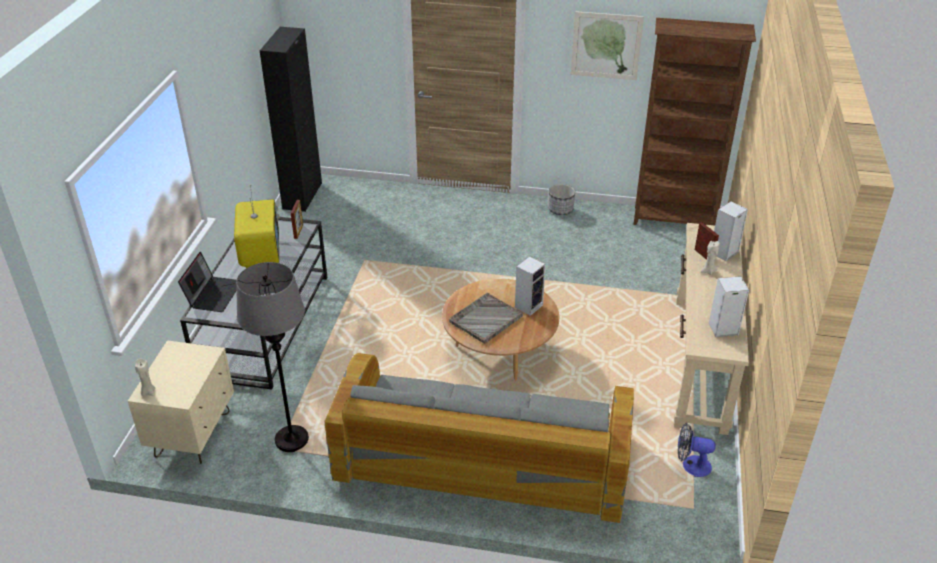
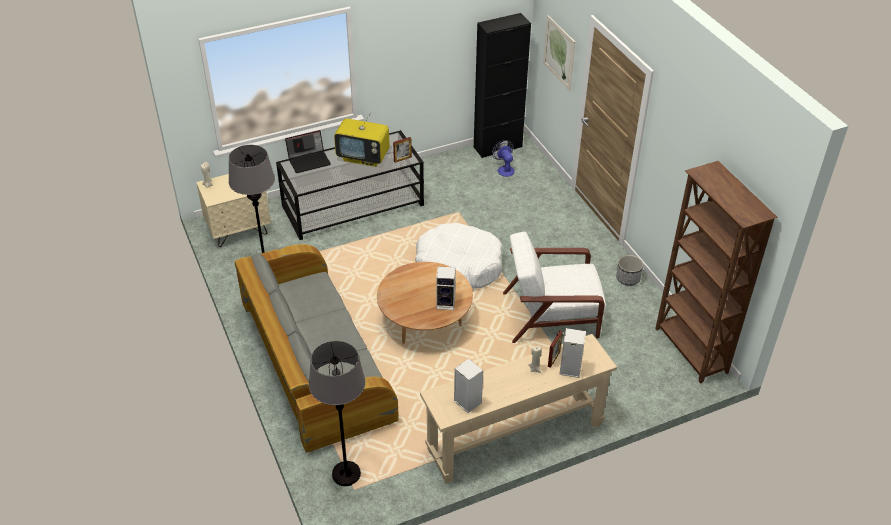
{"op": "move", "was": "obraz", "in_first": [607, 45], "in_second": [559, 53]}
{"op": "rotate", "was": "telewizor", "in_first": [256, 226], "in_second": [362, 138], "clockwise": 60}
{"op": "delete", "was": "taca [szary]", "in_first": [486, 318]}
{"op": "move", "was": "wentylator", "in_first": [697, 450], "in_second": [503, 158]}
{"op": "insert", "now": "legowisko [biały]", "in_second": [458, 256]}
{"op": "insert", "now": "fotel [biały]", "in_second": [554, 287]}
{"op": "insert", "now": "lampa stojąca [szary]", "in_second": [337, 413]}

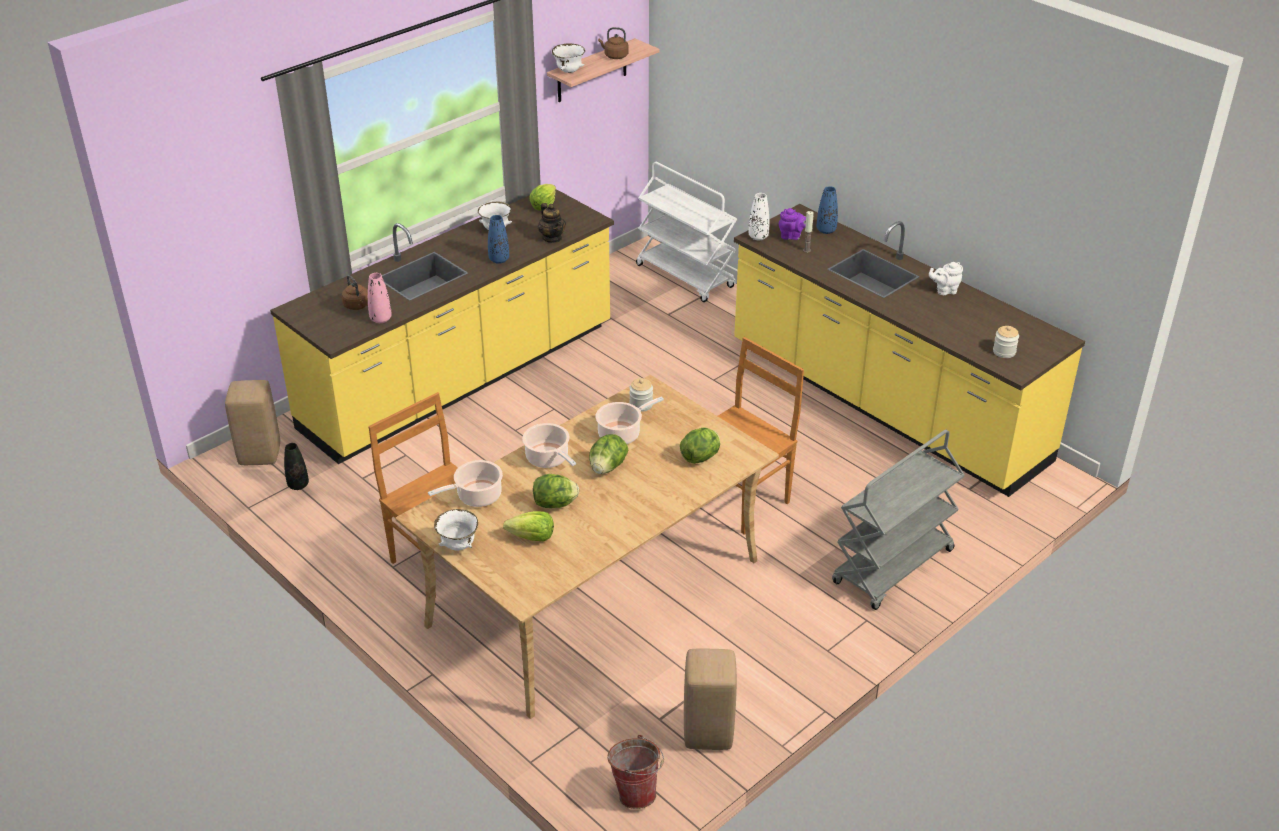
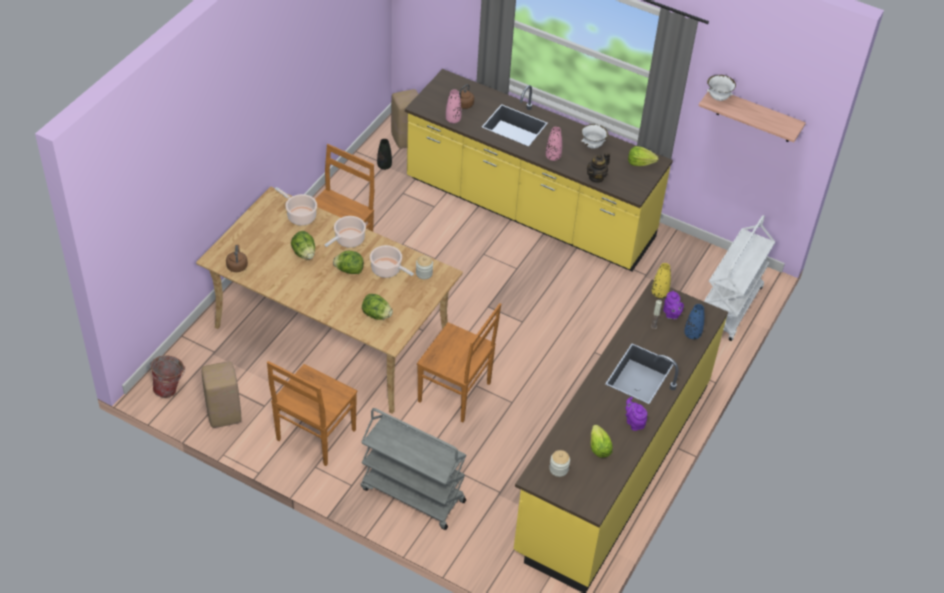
{"op": "move", "was": "czajnik [brązowy]", "in_first": [613, 43], "in_second": [237, 258]}
{"op": "recolor", "was": "wazon [biały]", "now": "wazon [żółty]", "in_first": [759, 216], "in_second": [661, 280]}
{"op": "recolor", "was": "wazon [niebieski]", "now": "wazon [różowy]", "in_first": [498, 239], "in_second": [554, 144]}
{"op": "recolor", "was": "imbryk [biały]", "now": "imbryk [fioletowy]", "in_first": [946, 278], "in_second": [636, 414]}
{"op": "delete", "was": "miska [biały]", "in_first": [456, 530]}
{"op": "move", "was": "sałata", "in_first": [528, 526], "in_second": [601, 441]}
{"op": "insert", "now": "krzesło [brązowy]", "in_second": [312, 413]}

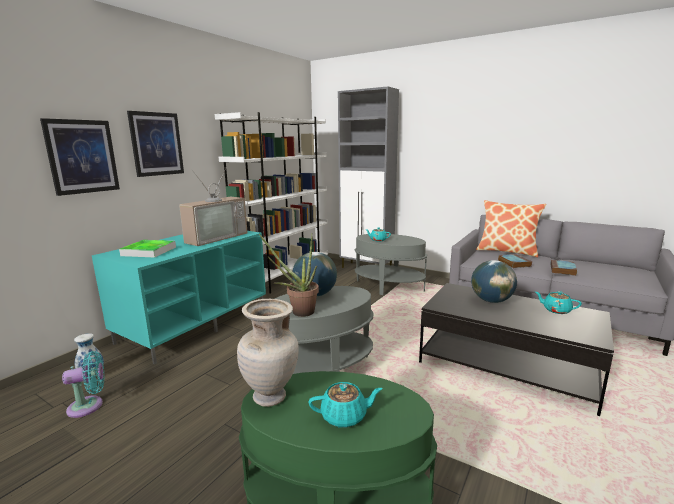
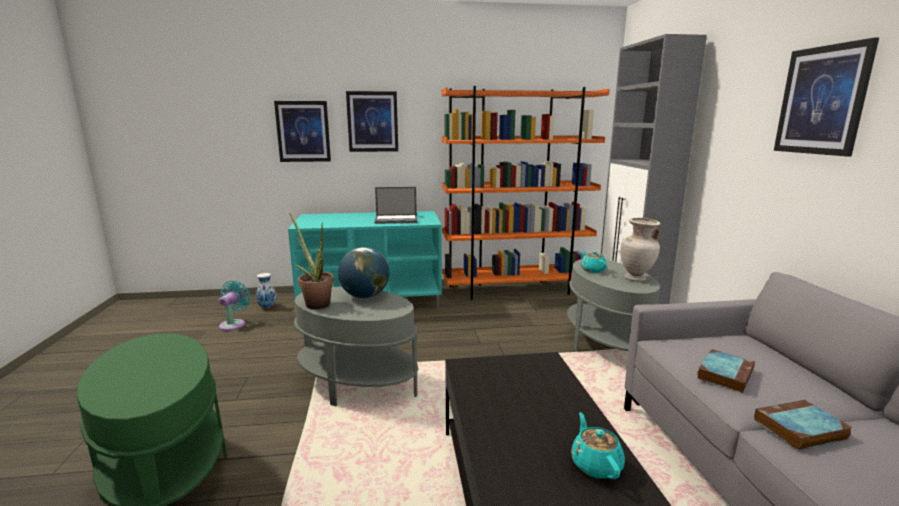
{"op": "recolor", "was": "regał [biały]", "now": "regał [pomarańczowy]", "in_first": [271, 203], "in_second": [525, 193]}
{"op": "replace", "was": "telewizor", "now": "laptop", "in_first": [213, 207], "in_second": [396, 205]}
{"op": "delete", "was": "poduszka", "in_first": [511, 228]}
{"op": "delete", "was": "taca", "in_first": [147, 249]}
{"op": "delete", "was": "globus", "in_first": [494, 281]}
{"op": "move", "was": "wazon [beżowy]", "in_first": [268, 353], "in_second": [640, 250]}
{"op": "rotate", "was": "wentylator [turkusowy]", "in_first": [83, 384], "in_second": [235, 305], "clockwise": -105}
{"op": "delete", "was": "imbryk [turkusowy]", "in_first": [345, 405]}
{"op": "insert", "now": "obraz", "in_second": [826, 97]}

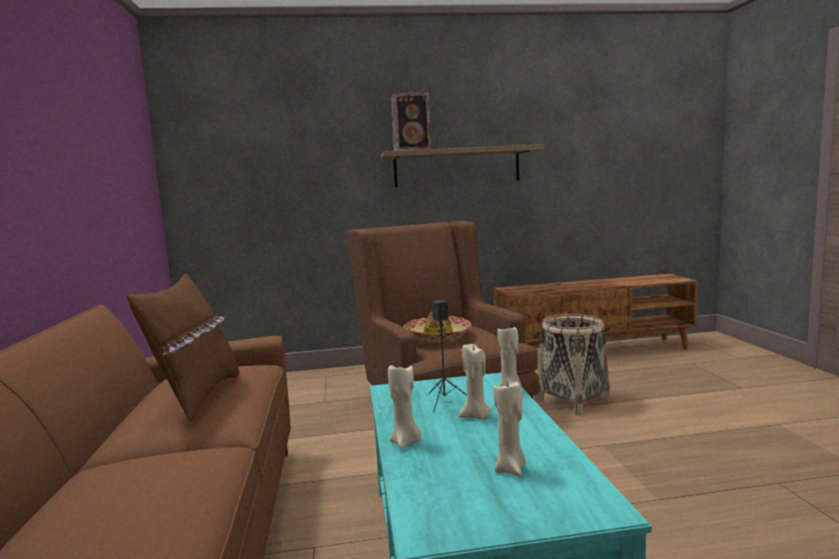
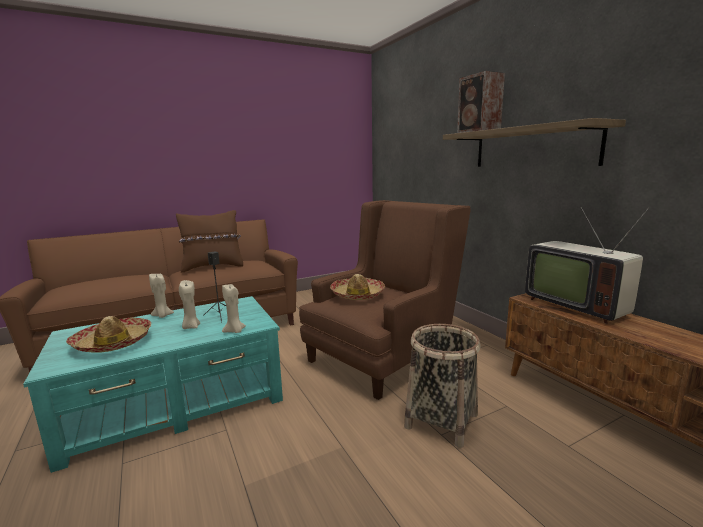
{"op": "replace", "was": "świeca [beżowy]", "now": "kapelusz", "in_first": [509, 429], "in_second": [108, 334]}
{"op": "insert", "now": "telewizor", "in_second": [587, 265]}

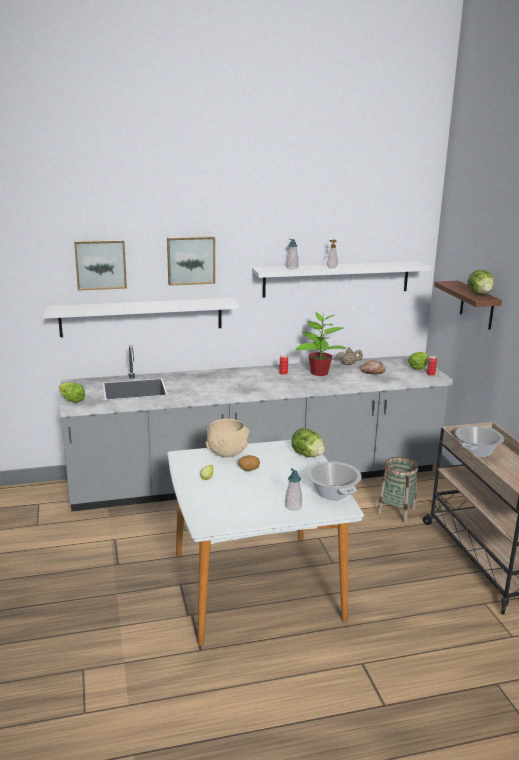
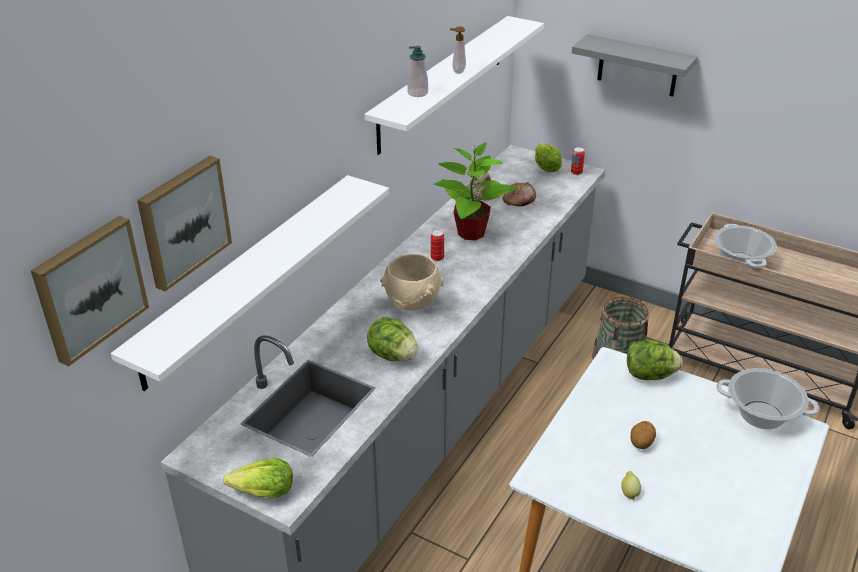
{"op": "move", "was": "obraz", "in_first": [191, 261], "in_second": [90, 291]}
{"op": "move", "was": "sałata", "in_first": [481, 282], "in_second": [392, 339]}
{"op": "recolor", "was": "półka [brązowy]", "now": "półka [szary]", "in_first": [468, 305], "in_second": [635, 65]}
{"op": "move", "was": "miska [beżowy]", "in_first": [227, 438], "in_second": [412, 282]}
{"op": "delete", "was": "dozownik mydła", "in_first": [293, 489]}

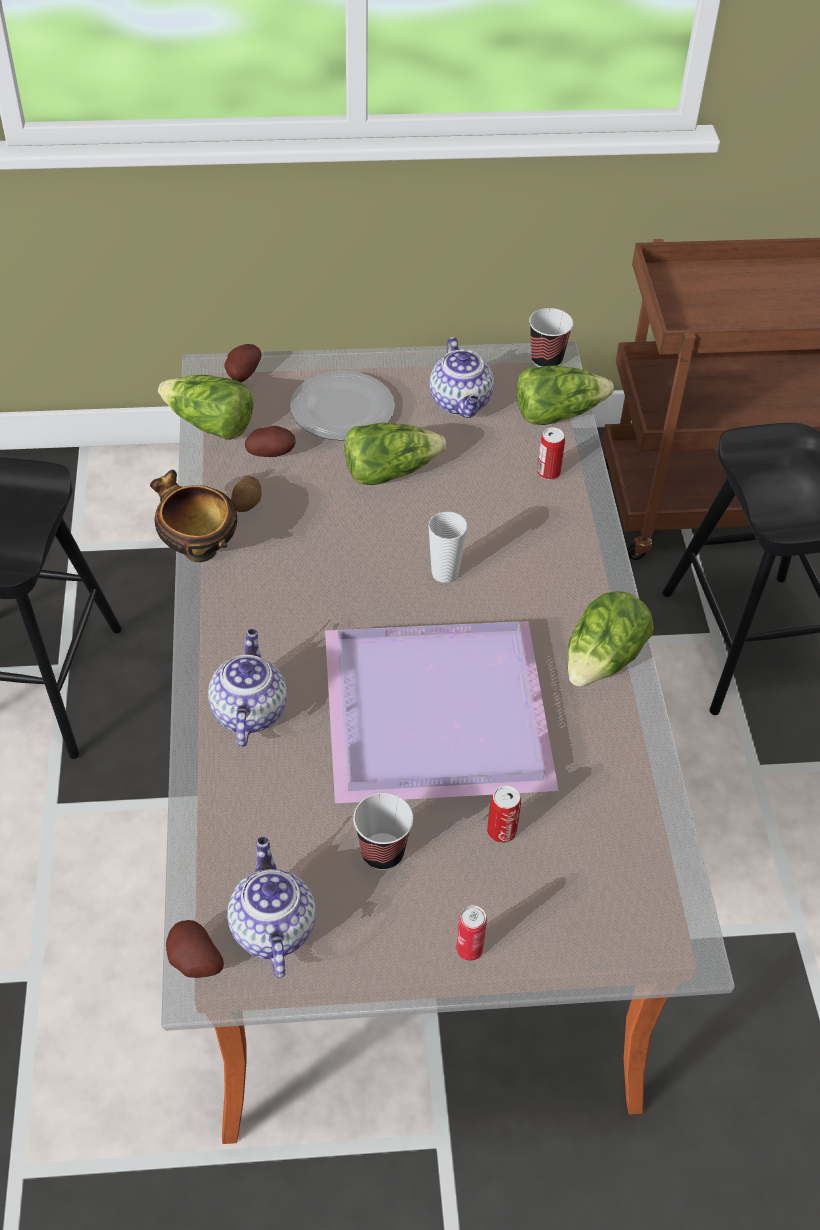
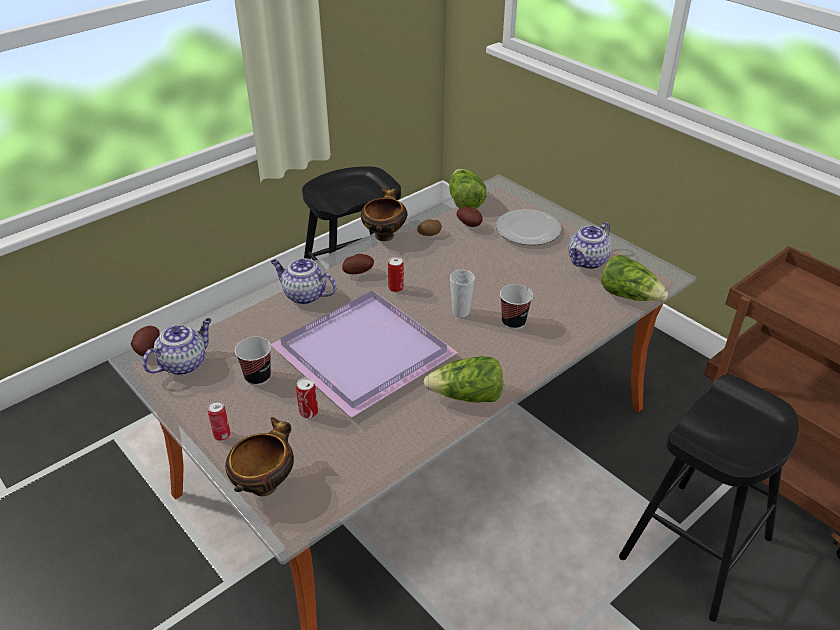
{"op": "move", "was": "filiżanka", "in_first": [551, 337], "in_second": [516, 306]}
{"op": "move", "was": "ziemniak", "in_first": [243, 363], "in_second": [358, 264]}
{"op": "delete", "was": "sałata", "in_first": [395, 454]}
{"op": "move", "was": "puszka", "in_first": [551, 453], "in_second": [396, 274]}
{"op": "rotate", "was": "imbryk", "in_first": [247, 688], "in_second": [303, 281], "clockwise": -120}
{"op": "insert", "now": "miska", "in_second": [259, 456]}

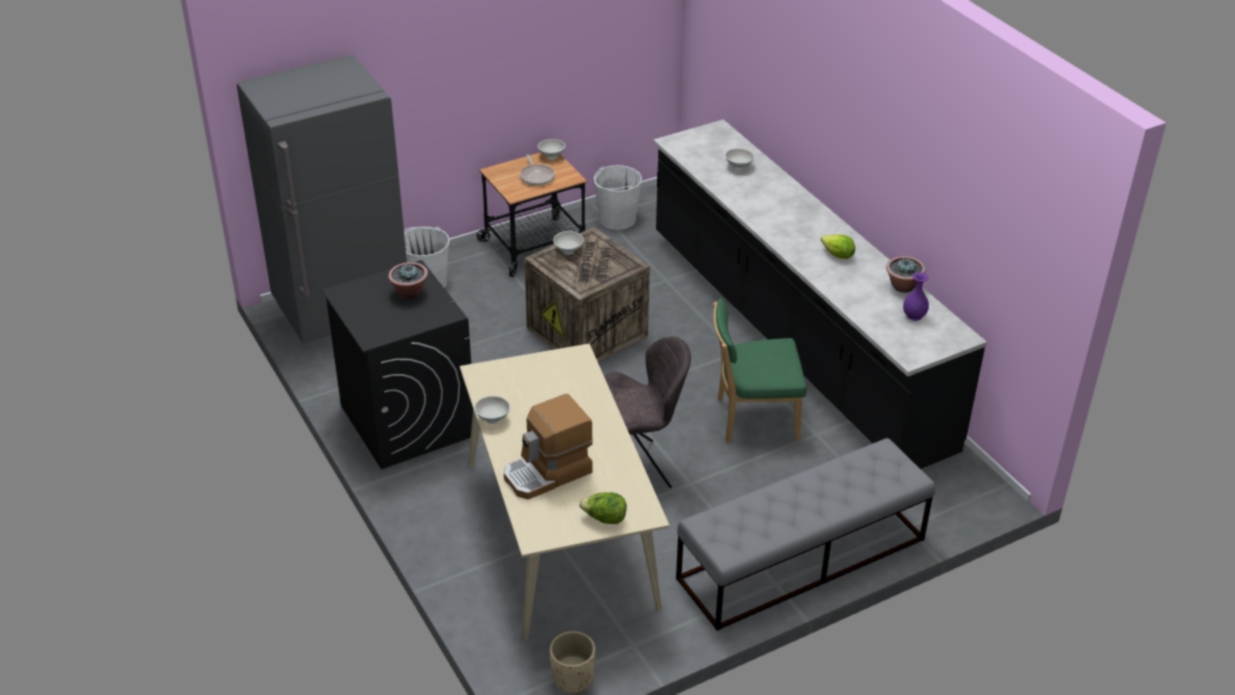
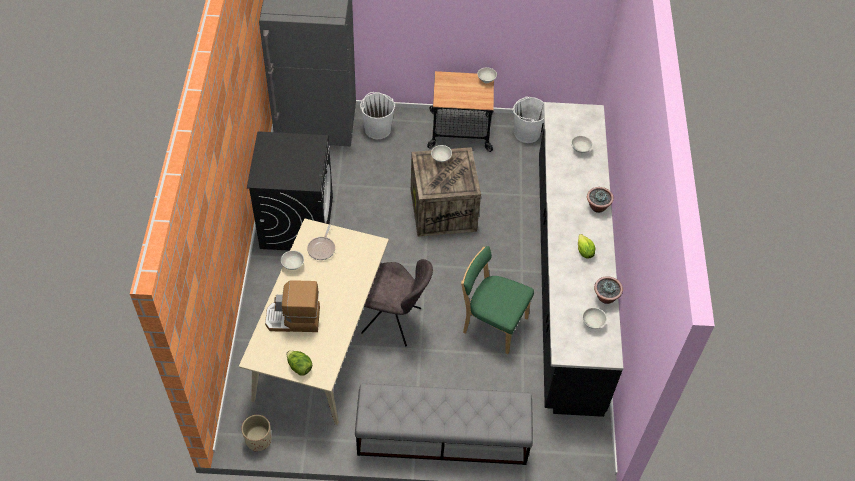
{"op": "move", "was": "patelnia", "in_first": [537, 170], "in_second": [321, 242]}
{"op": "move", "was": "roślina doniczkowa", "in_first": [408, 281], "in_second": [600, 200]}
{"op": "replace", "was": "wazon [fioletowy]", "now": "miska [biały]", "in_first": [916, 296], "in_second": [594, 318]}

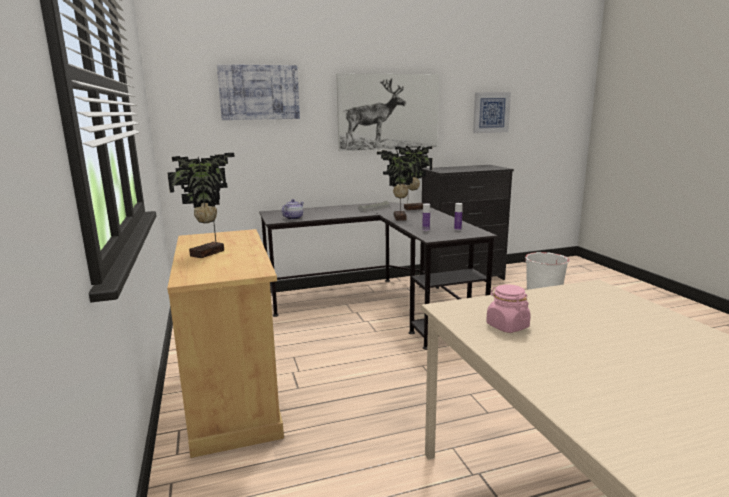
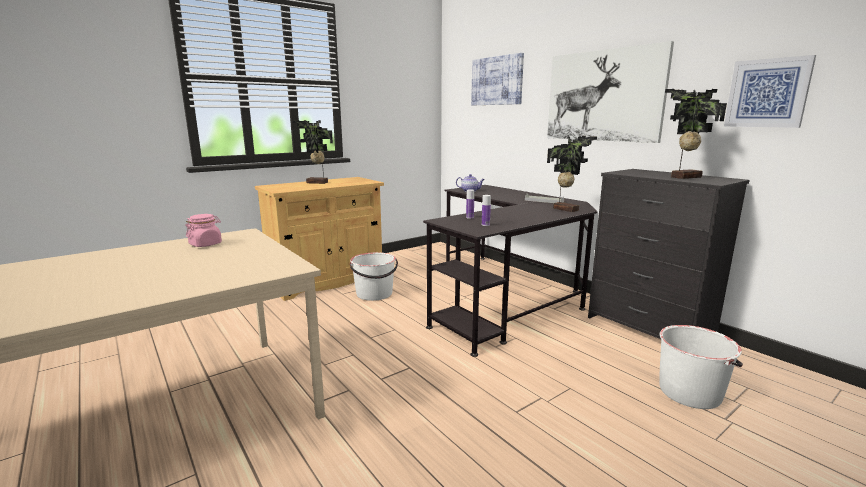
{"op": "move", "was": "roślina doniczkowa", "in_first": [398, 185], "in_second": [696, 134]}
{"op": "insert", "now": "wiadro [biały]", "in_second": [374, 276]}

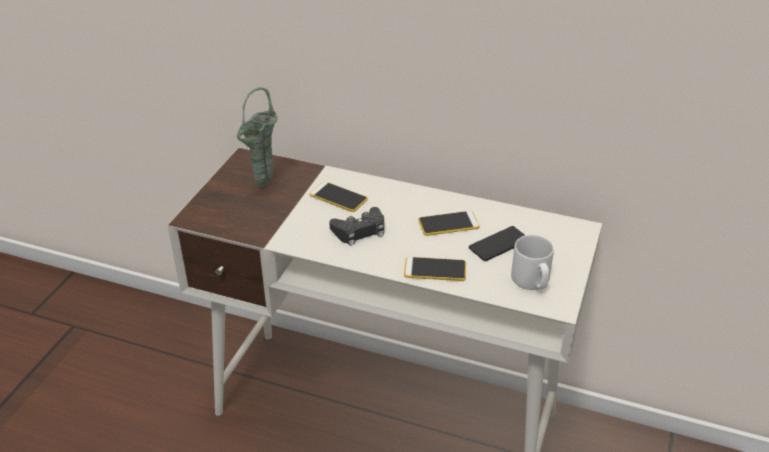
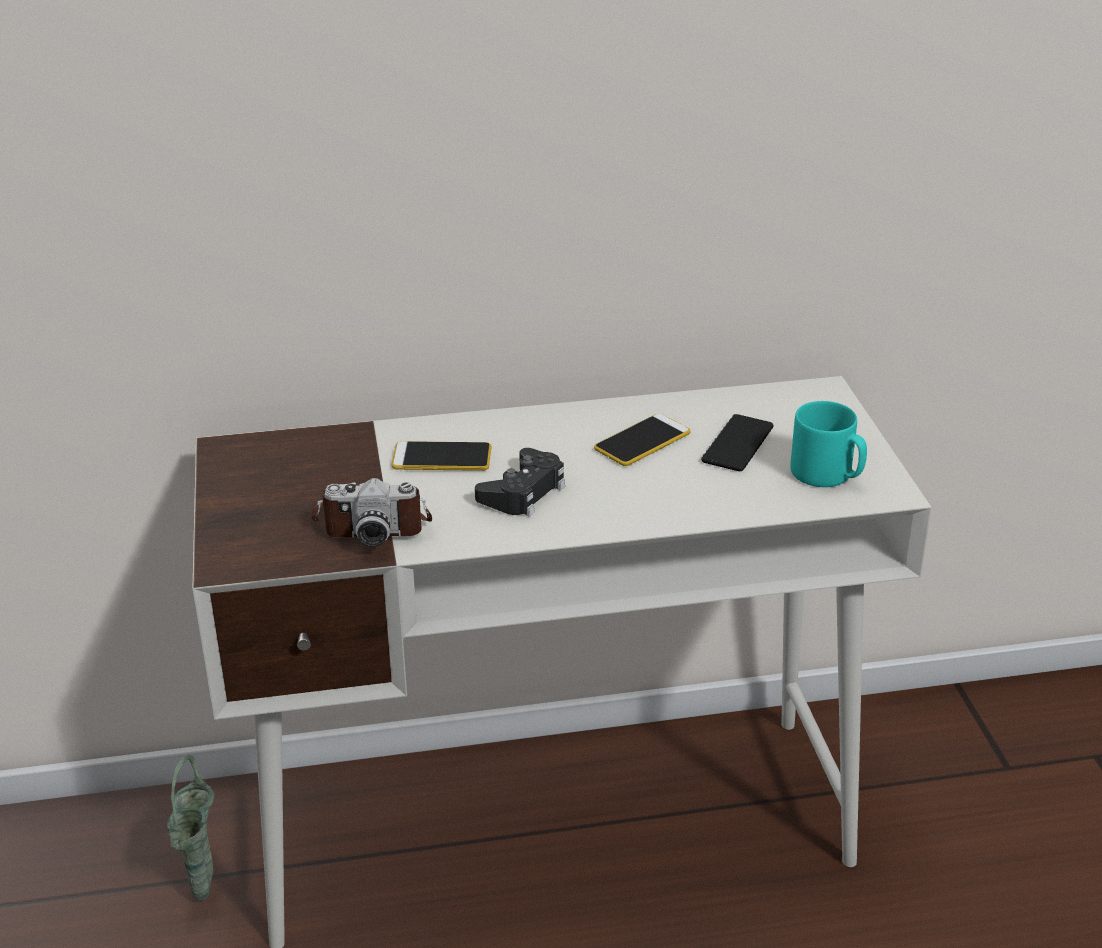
{"op": "move", "was": "wazon [zielony]", "in_first": [257, 137], "in_second": [190, 827]}
{"op": "recolor", "was": "kubek [szary]", "now": "kubek [turkusowy]", "in_first": [532, 262], "in_second": [828, 444]}
{"op": "delete", "was": "telefon", "in_first": [435, 269]}
{"op": "insert", "now": "aparat fotograficzny", "in_second": [371, 512]}

